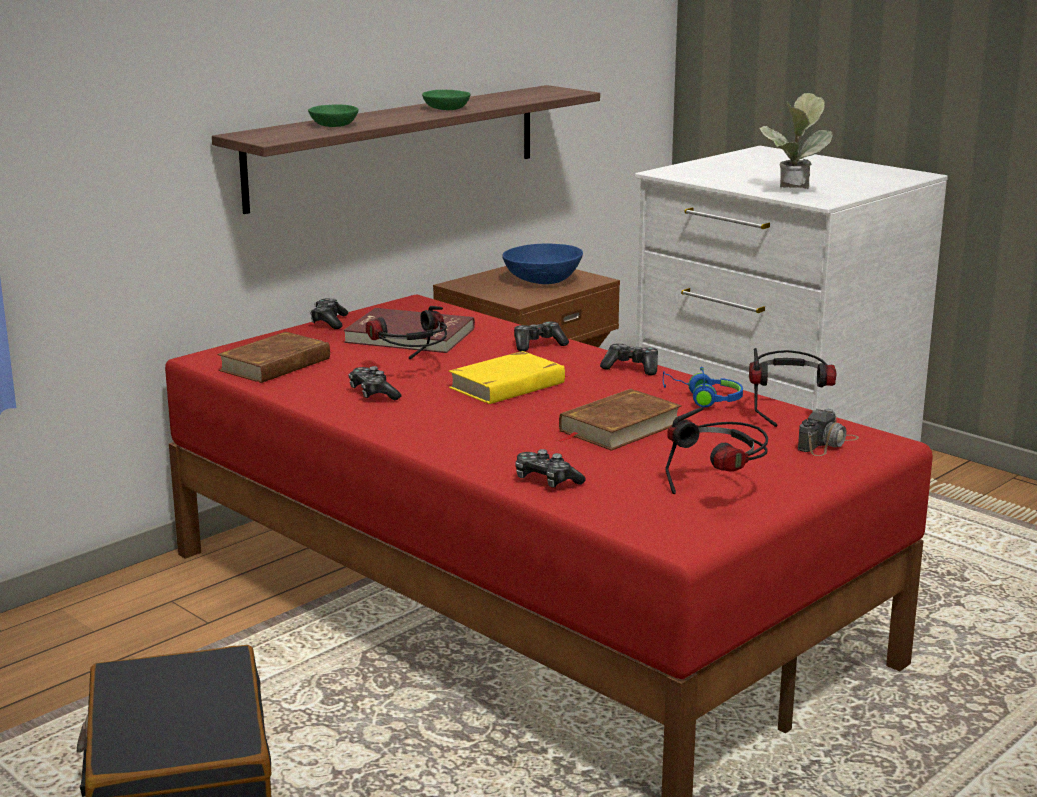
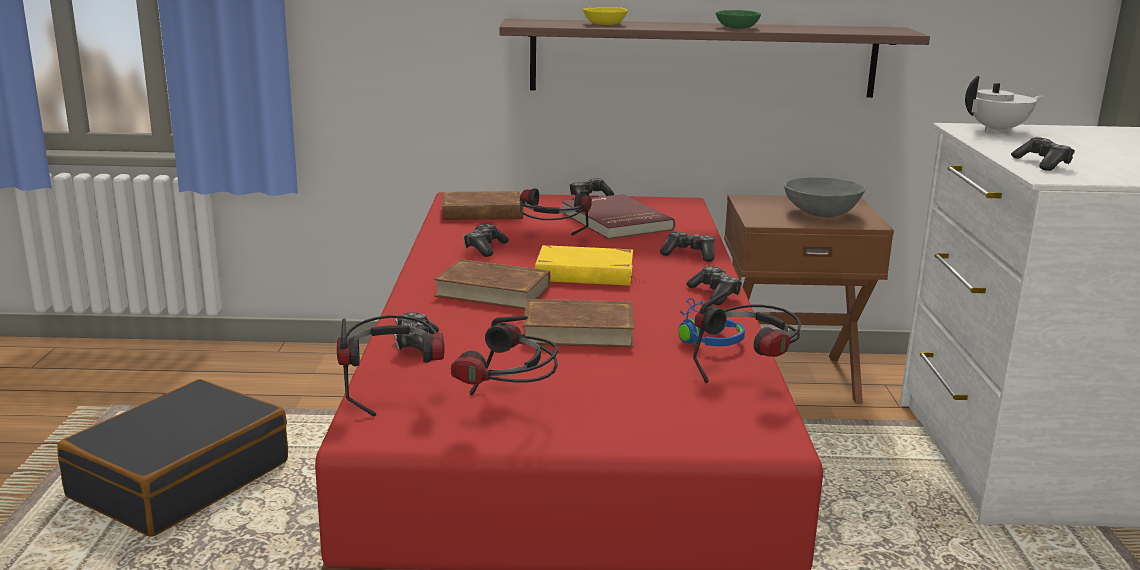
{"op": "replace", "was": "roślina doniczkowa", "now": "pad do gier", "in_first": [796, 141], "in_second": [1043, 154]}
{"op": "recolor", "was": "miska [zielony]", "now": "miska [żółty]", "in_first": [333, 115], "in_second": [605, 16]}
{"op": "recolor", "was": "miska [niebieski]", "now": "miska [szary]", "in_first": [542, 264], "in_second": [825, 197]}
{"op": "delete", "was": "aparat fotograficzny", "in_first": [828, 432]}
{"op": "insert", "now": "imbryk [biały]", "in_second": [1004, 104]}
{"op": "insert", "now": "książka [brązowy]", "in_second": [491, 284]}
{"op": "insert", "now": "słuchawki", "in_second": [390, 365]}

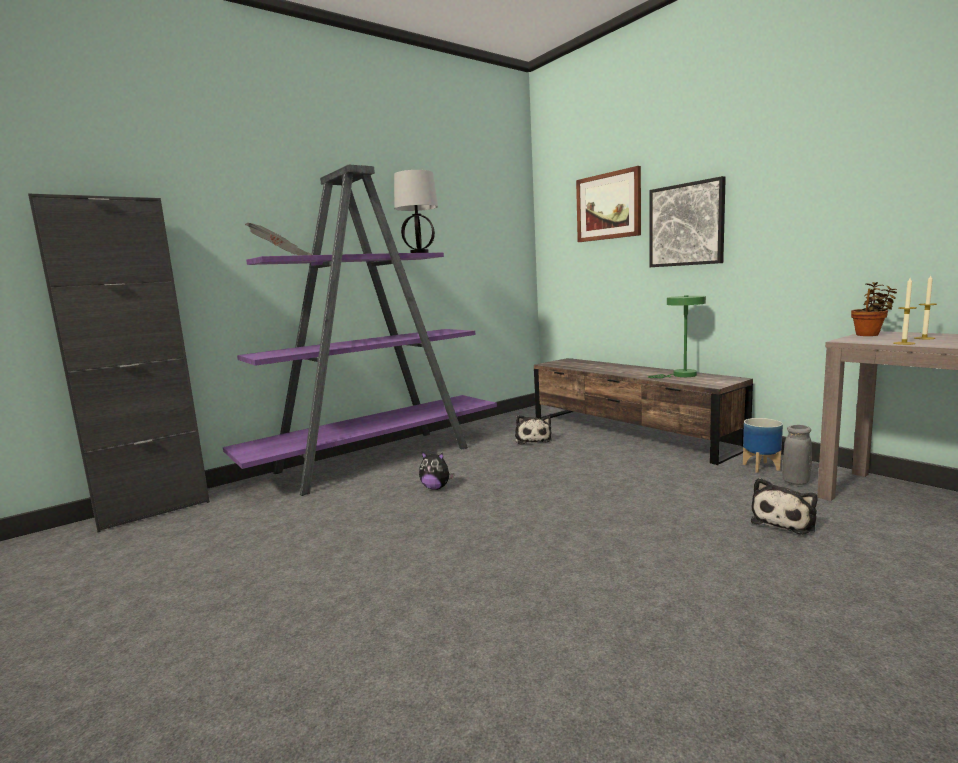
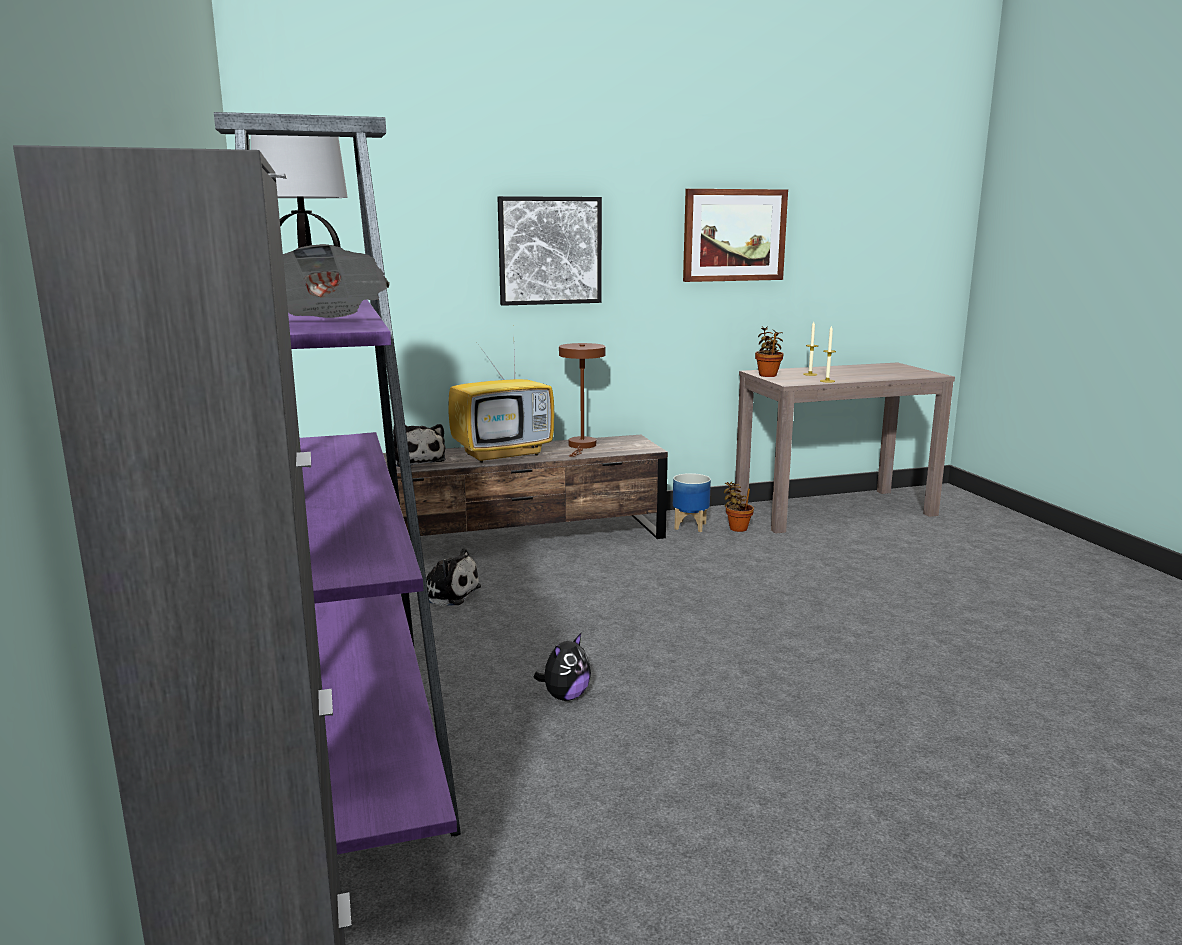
{"op": "move", "was": "obraz", "in_first": [608, 204], "in_second": [735, 235]}
{"op": "recolor", "was": "lampa stołowa [zielony]", "now": "lampa stołowa [brązowy]", "in_first": [677, 336], "in_second": [582, 400]}
{"op": "replace", "was": "wazon [szary]", "now": "roślina doniczkowa", "in_first": [797, 455], "in_second": [739, 506]}
{"op": "move", "was": "pluszak", "in_first": [784, 506], "in_second": [419, 445]}
{"op": "insert", "now": "telewizor", "in_second": [501, 403]}

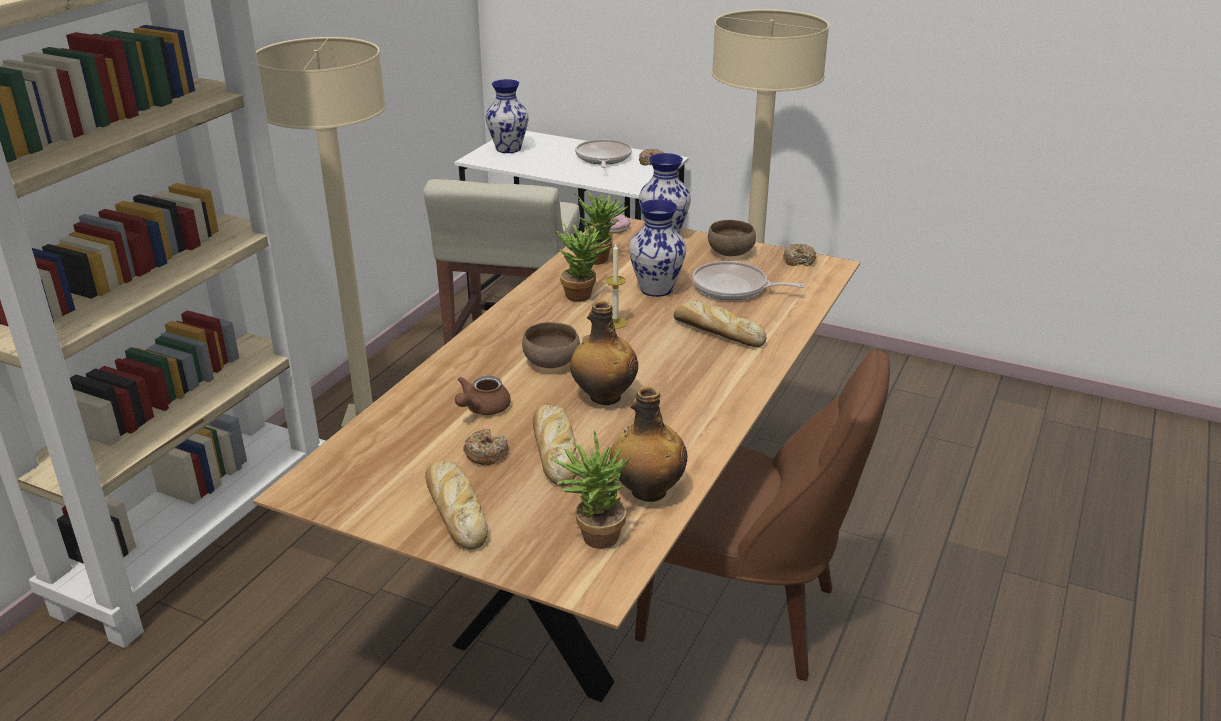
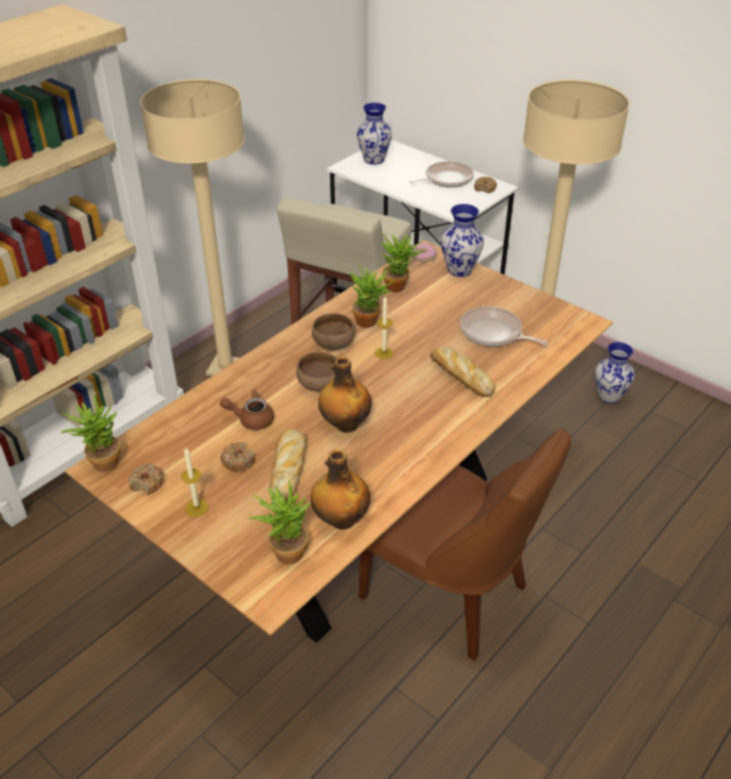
{"op": "rotate", "was": "patelnia", "in_first": [603, 153], "in_second": [441, 174], "clockwise": 45}
{"op": "move", "was": "wazon", "in_first": [657, 248], "in_second": [615, 372]}
{"op": "move", "was": "miska [brązowy]", "in_first": [732, 238], "in_second": [333, 331]}
{"op": "move", "was": "donut", "in_first": [800, 255], "in_second": [146, 479]}
{"op": "rotate", "was": "imbryk [brązowy]", "in_first": [483, 395], "in_second": [247, 409], "clockwise": 45}
{"op": "replace", "was": "chleb", "now": "świeca", "in_first": [456, 505], "in_second": [194, 482]}
{"op": "insert", "now": "roślina doniczkowa", "in_second": [91, 433]}

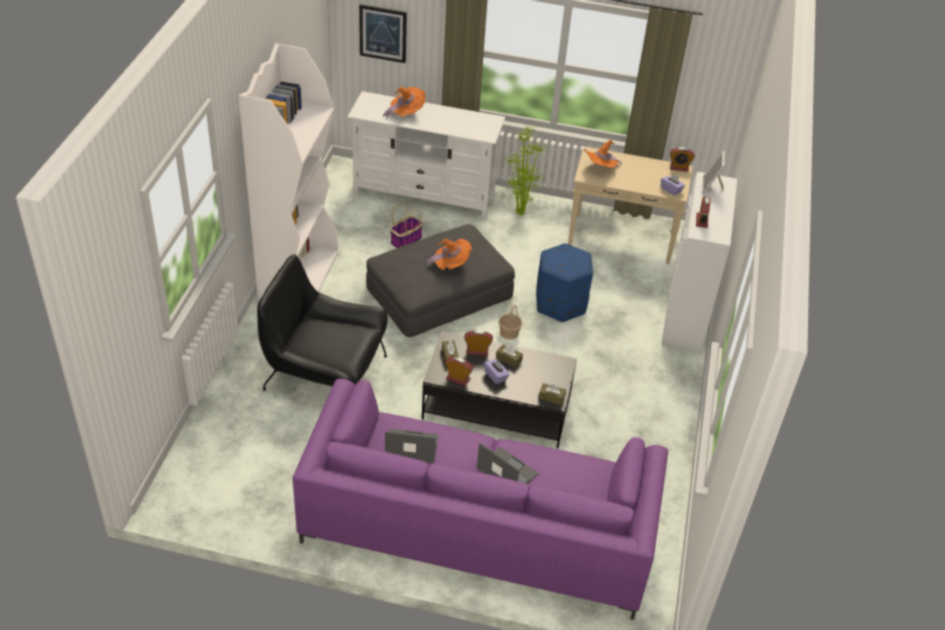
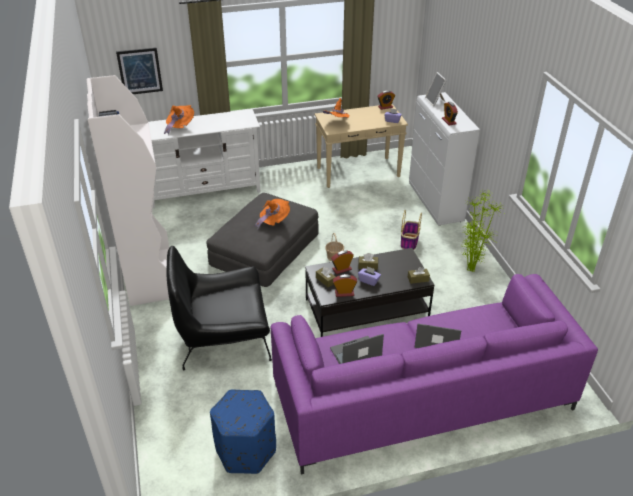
{"op": "move", "was": "roślina doniczkowa", "in_first": [524, 170], "in_second": [482, 231]}
{"op": "move", "was": "koszyk", "in_first": [406, 224], "in_second": [411, 230]}
{"op": "move", "was": "pufa [niebieski]", "in_first": [564, 282], "in_second": [243, 431]}

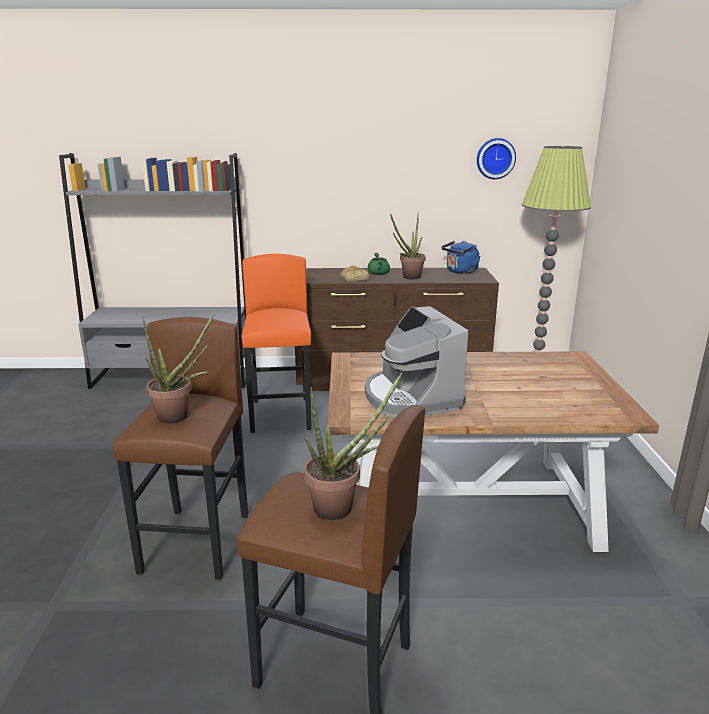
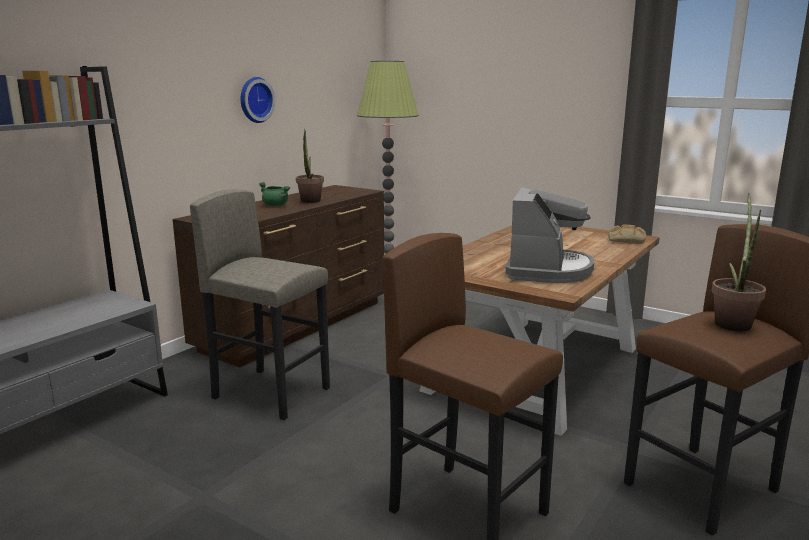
{"op": "move", "was": "zegar ścienny", "in_first": [496, 158], "in_second": [258, 100]}
{"op": "delete", "was": "czajnik [niebieski]", "in_first": [460, 257]}
{"op": "recolor", "was": "stołek [pomarańczowy]", "now": "stołek [szary]", "in_first": [276, 343], "in_second": [260, 304]}
{"op": "move", "was": "chleb", "in_first": [355, 273], "in_second": [627, 234]}
{"op": "rotate", "was": "ekspres do kawy", "in_first": [416, 362], "in_second": [549, 235], "clockwise": -90}
{"op": "delete", "was": "roślina doniczkowa", "in_first": [178, 368]}

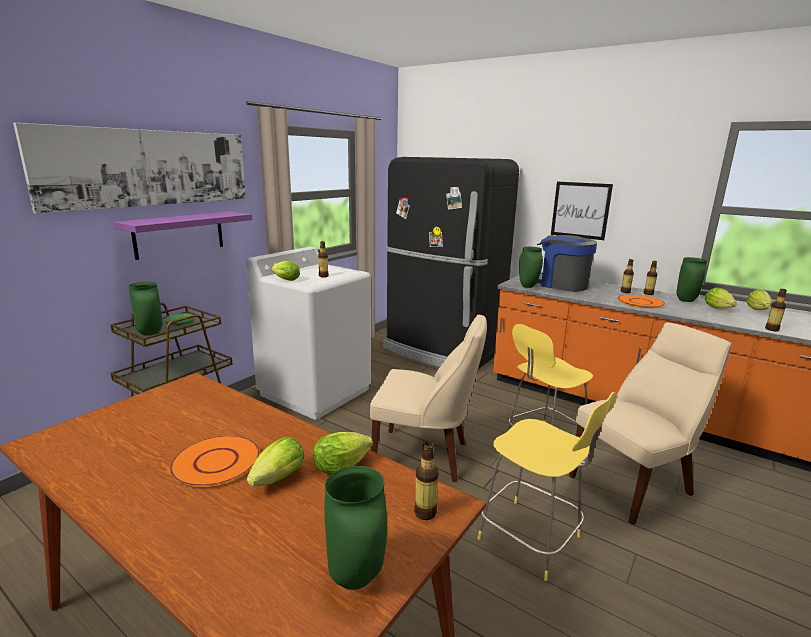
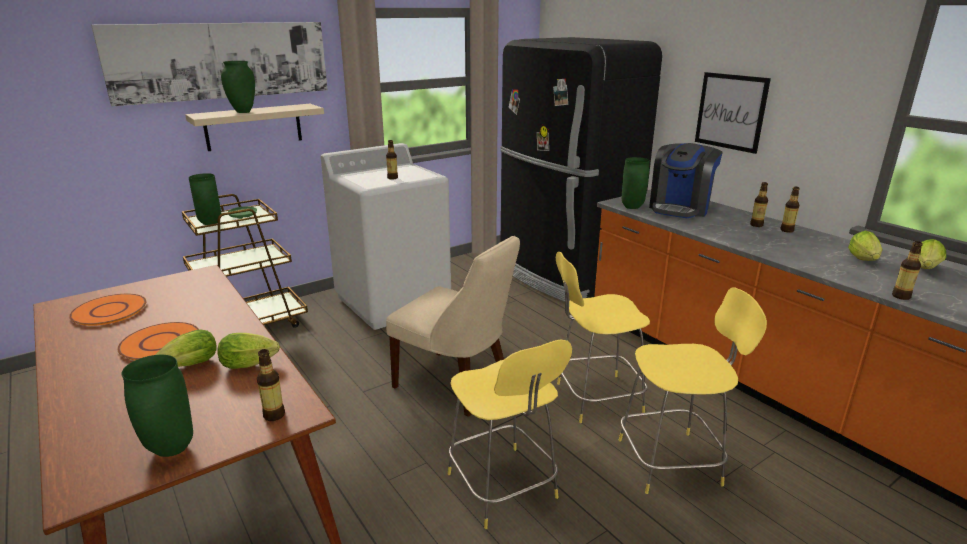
{"op": "recolor", "was": "półka [fioletowy]", "now": "półka [beżowy]", "in_first": [183, 235], "in_second": [254, 127]}
{"op": "rotate", "was": "ekspres do kawy", "in_first": [567, 263], "in_second": [686, 180], "clockwise": -120}
{"op": "move", "was": "wazon [zielony]", "in_first": [691, 279], "in_second": [238, 87]}
{"op": "delete", "was": "sałata", "in_first": [285, 271]}
{"op": "move", "was": "talerz [pomarańczowy]", "in_first": [641, 301], "in_second": [107, 310]}
{"op": "replace", "was": "krzesło [beżowy]", "now": "stołek [żółty]", "in_first": [650, 423], "in_second": [693, 390]}

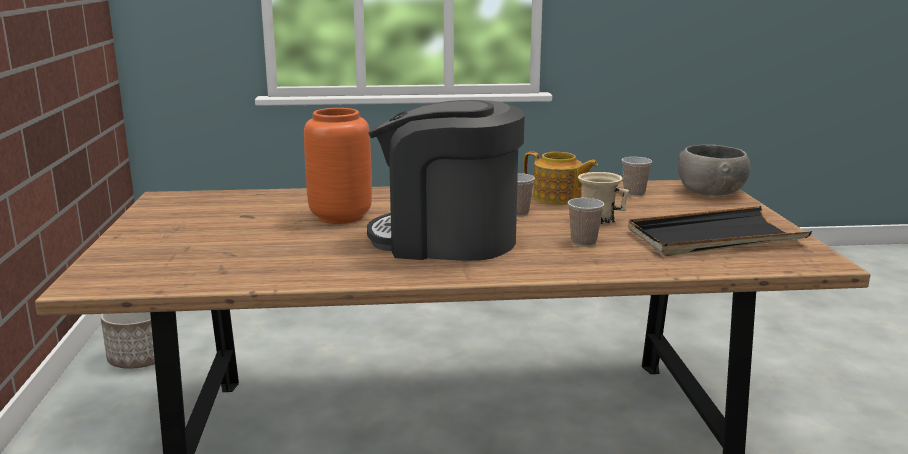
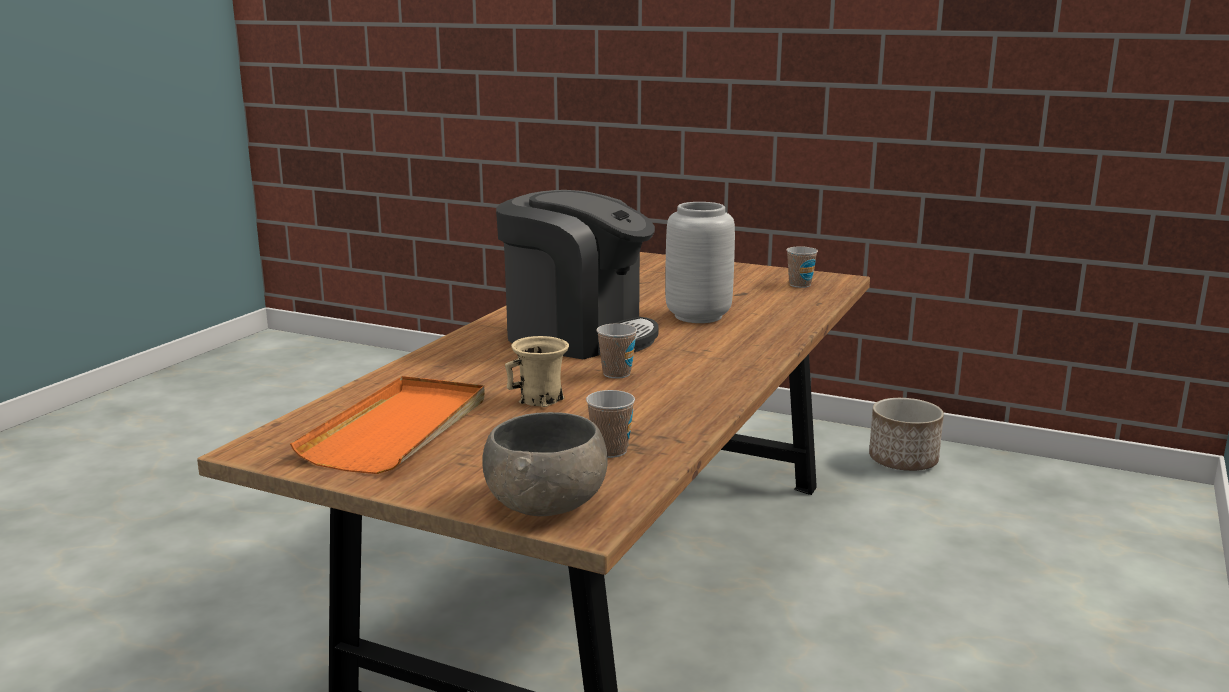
{"op": "rotate", "was": "ekspres do kawy", "in_first": [446, 180], "in_second": [577, 274], "clockwise": 75}
{"op": "recolor", "was": "wazon [pomarańczowy]", "now": "wazon [szary]", "in_first": [338, 166], "in_second": [700, 262]}
{"op": "delete", "was": "imbryk", "in_first": [560, 178]}
{"op": "move", "was": "filiżanka", "in_first": [586, 222], "in_second": [802, 267]}
{"op": "recolor", "was": "taca [czarny]", "now": "taca [pomarańczowy]", "in_first": [720, 231], "in_second": [387, 425]}

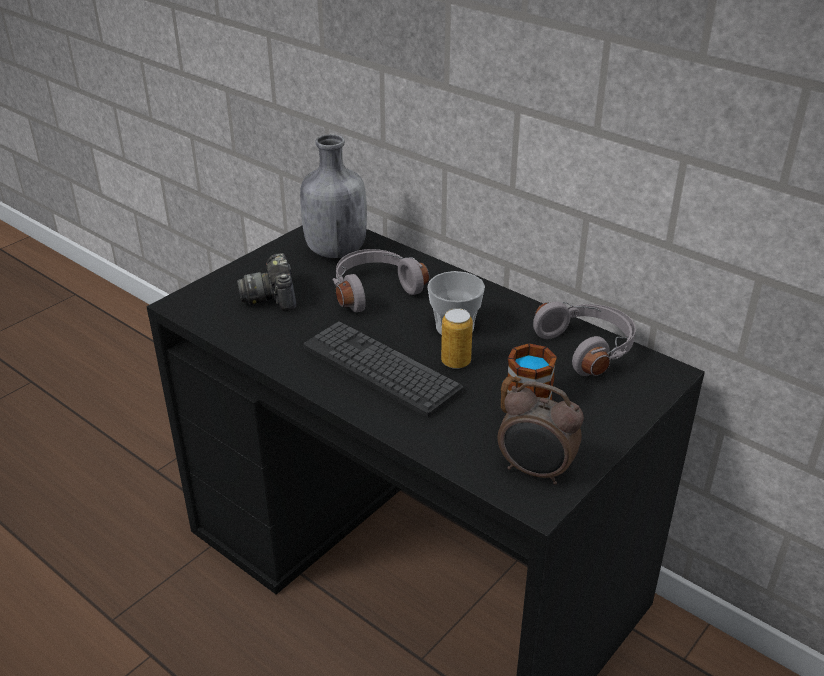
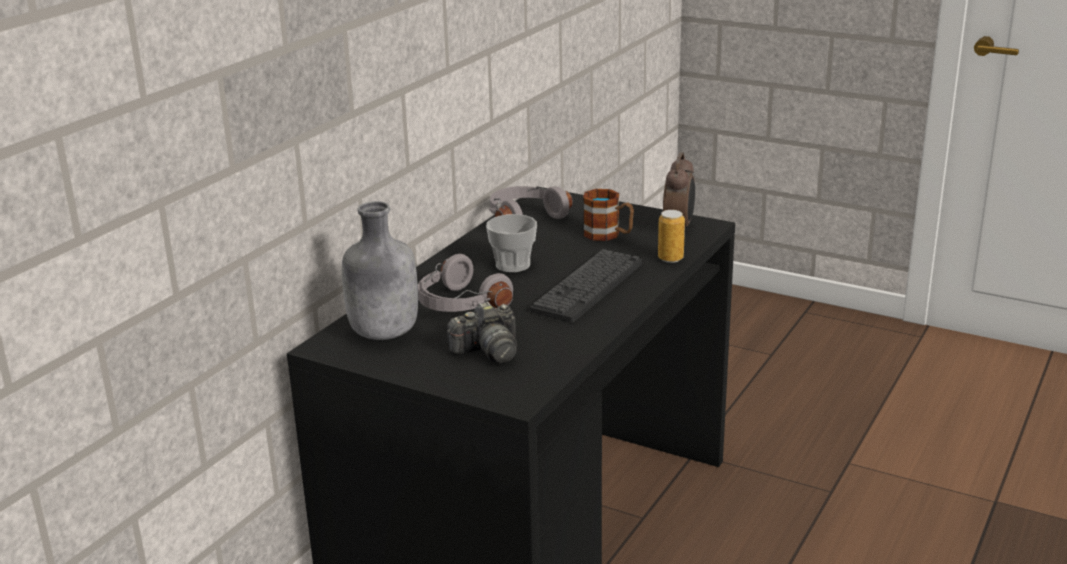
{"op": "move", "was": "puszka", "in_first": [457, 338], "in_second": [671, 236]}

